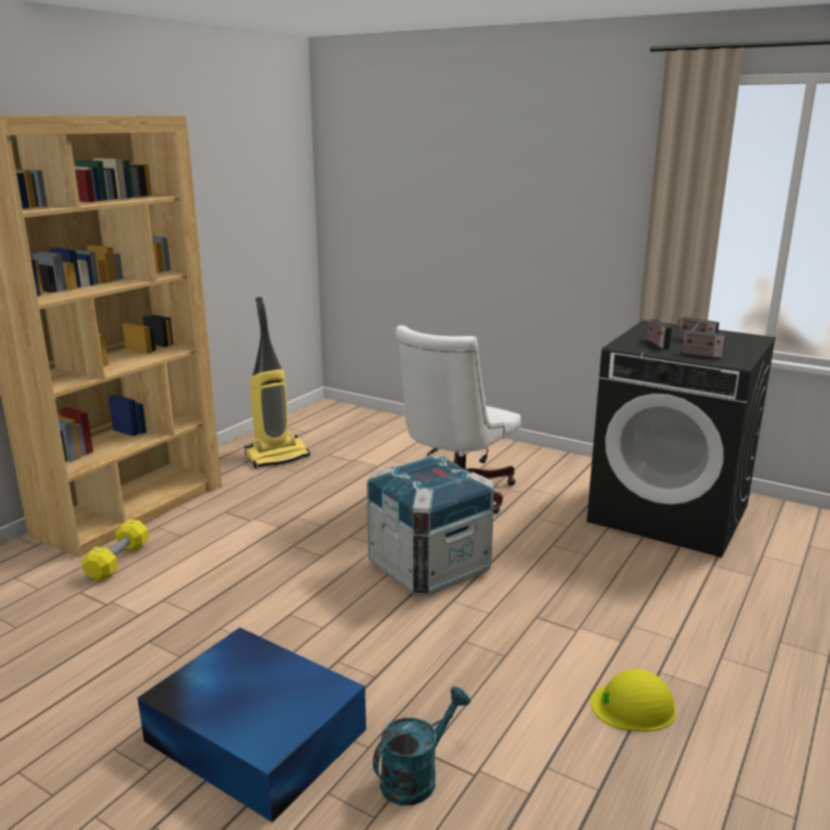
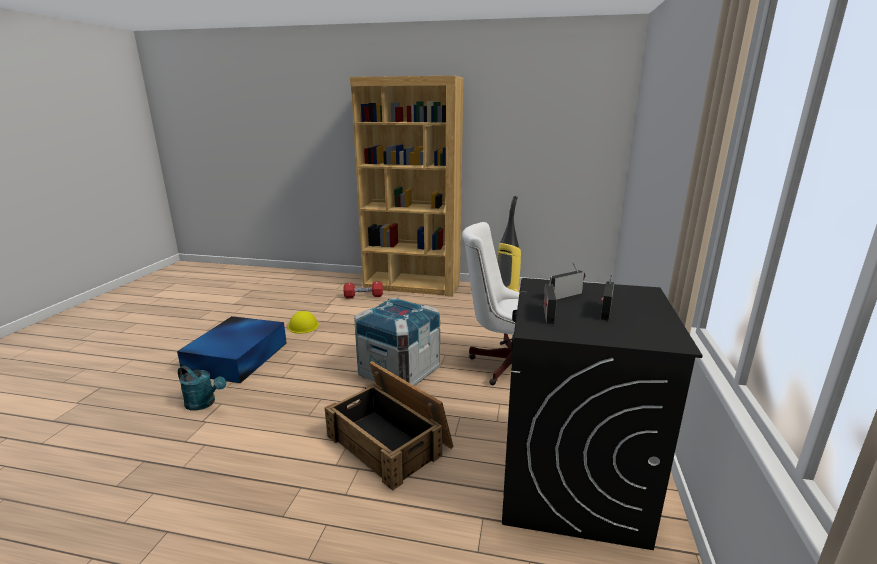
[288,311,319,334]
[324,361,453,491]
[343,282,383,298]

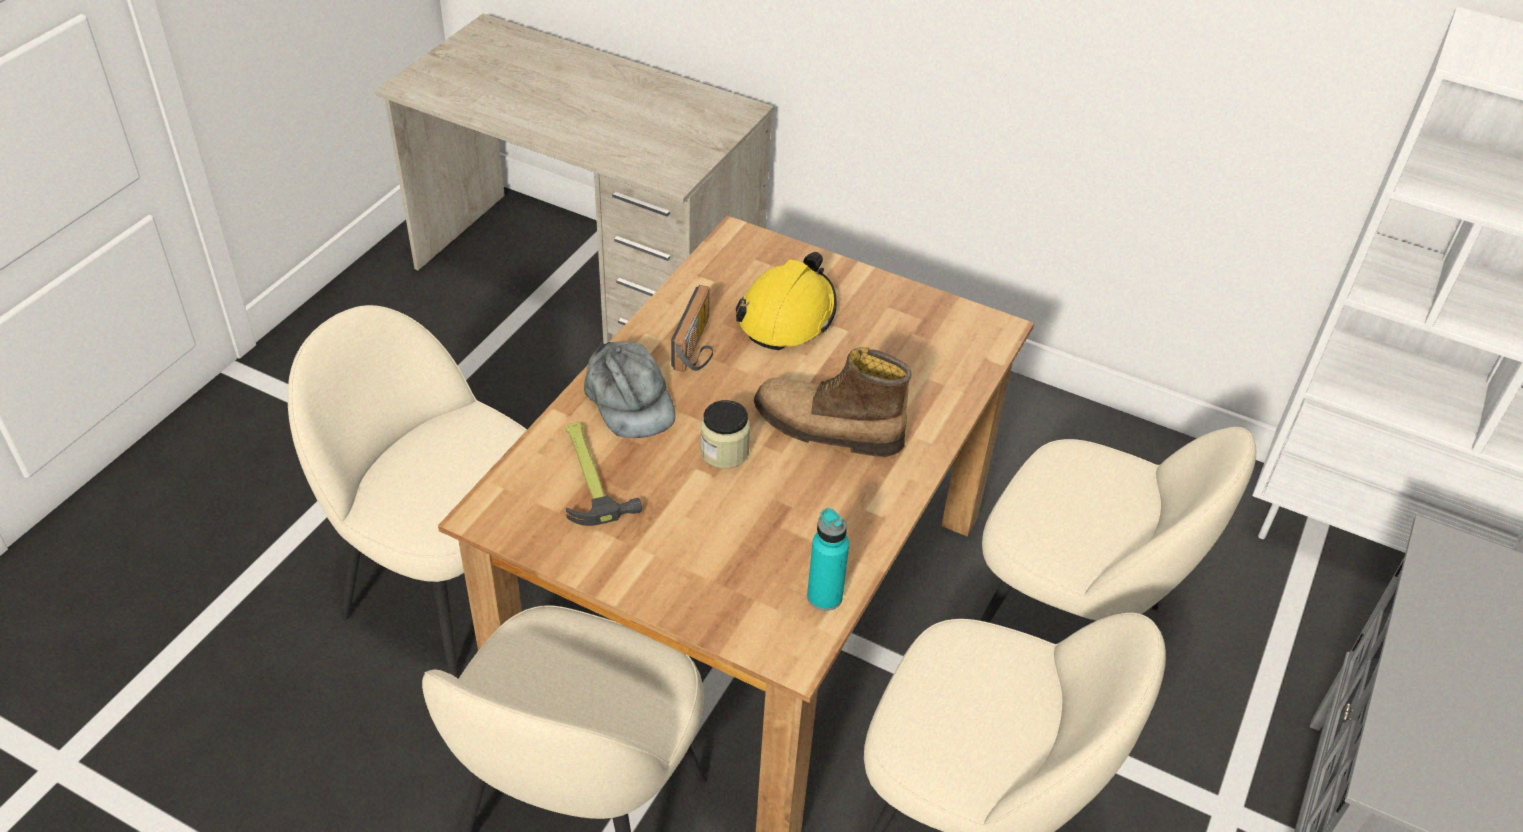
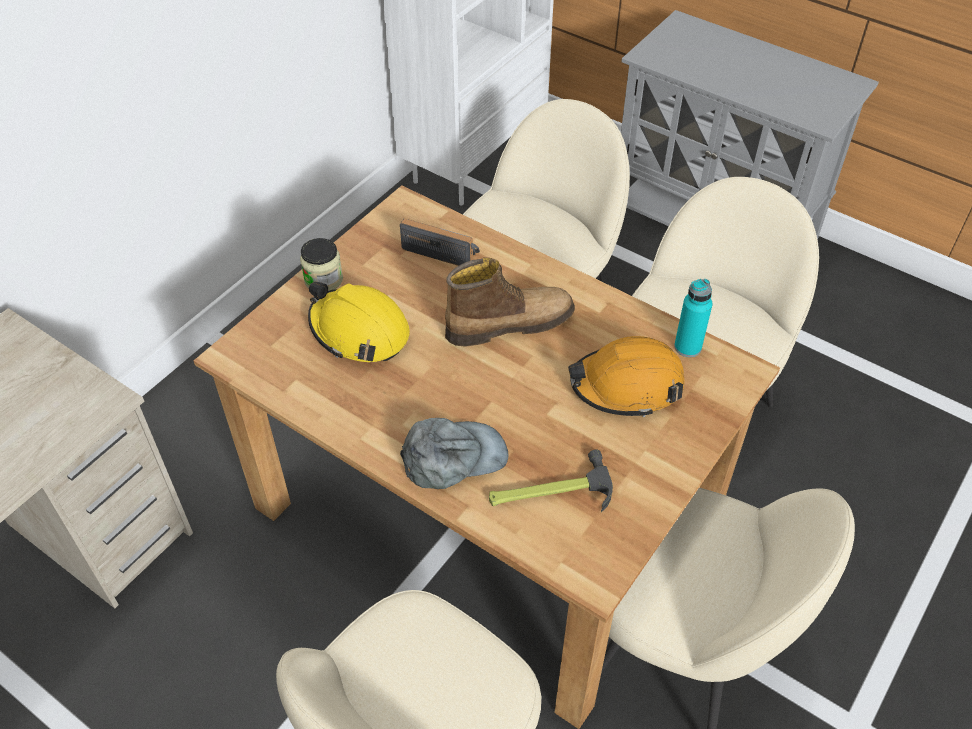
[300,238,343,291]
[400,219,480,266]
[445,257,575,347]
[568,336,685,417]

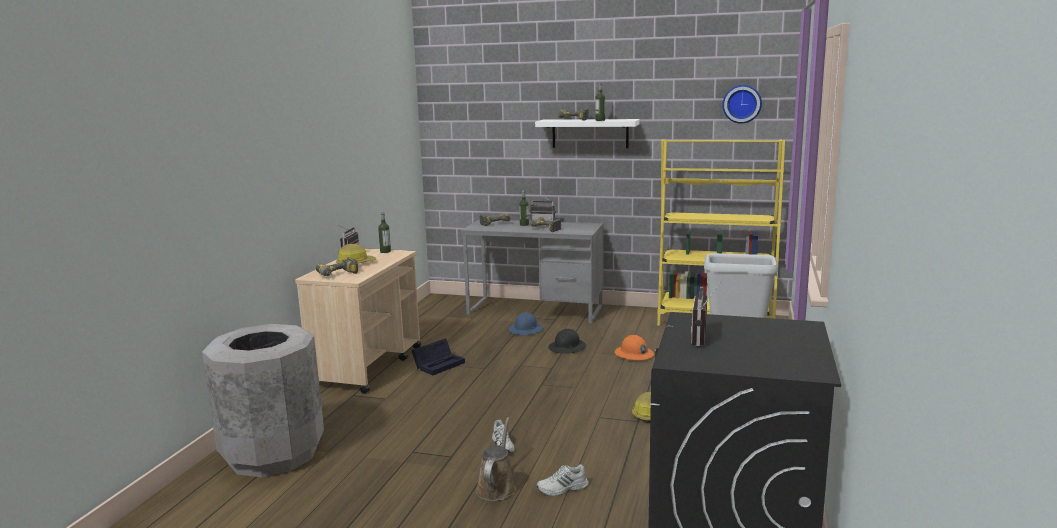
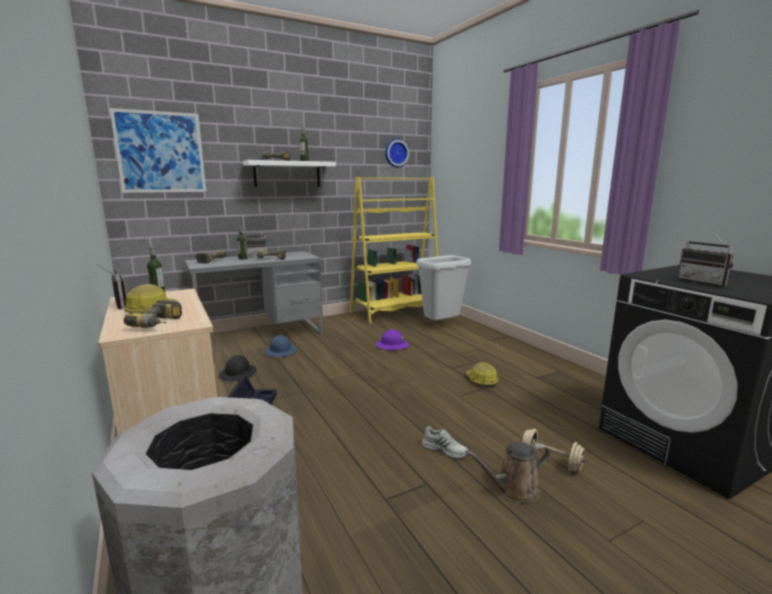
[110,108,206,193]
[219,355,257,381]
[376,330,409,350]
[466,442,550,502]
[522,429,585,472]

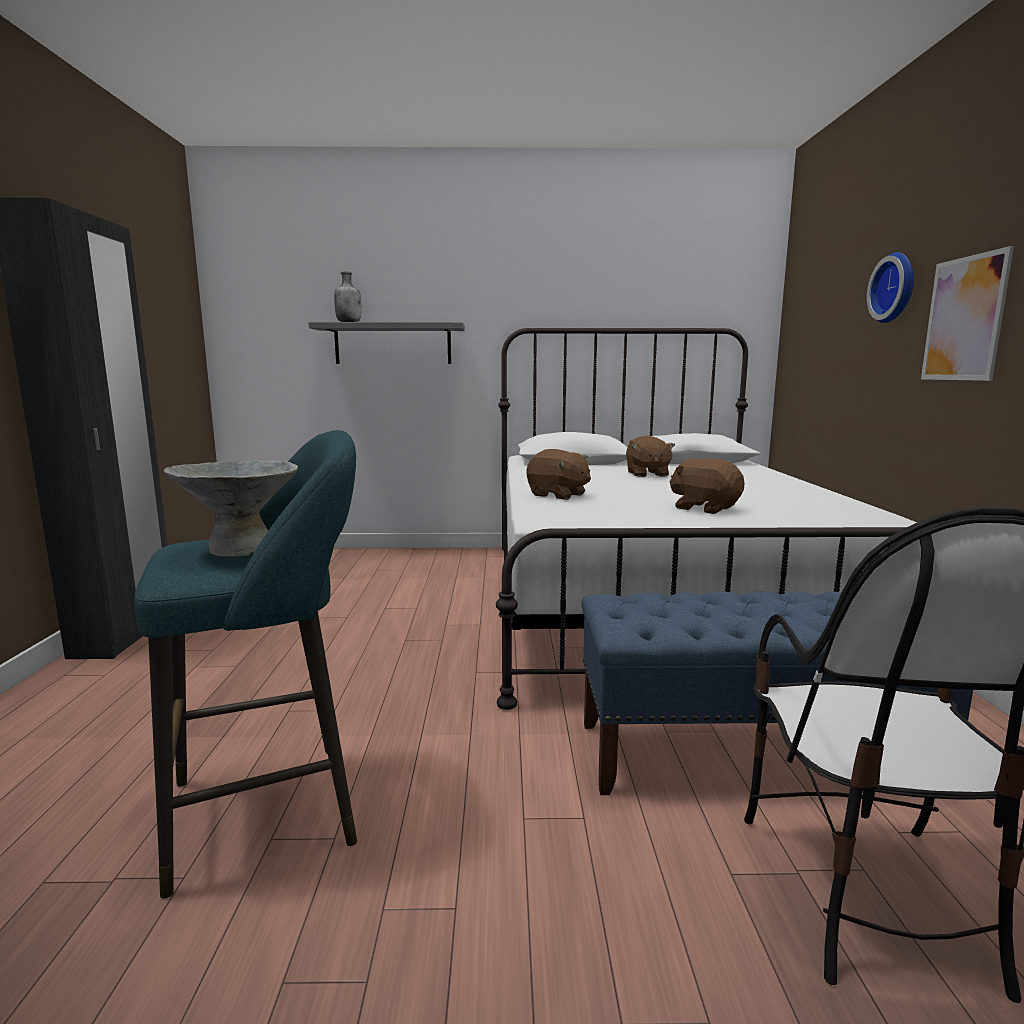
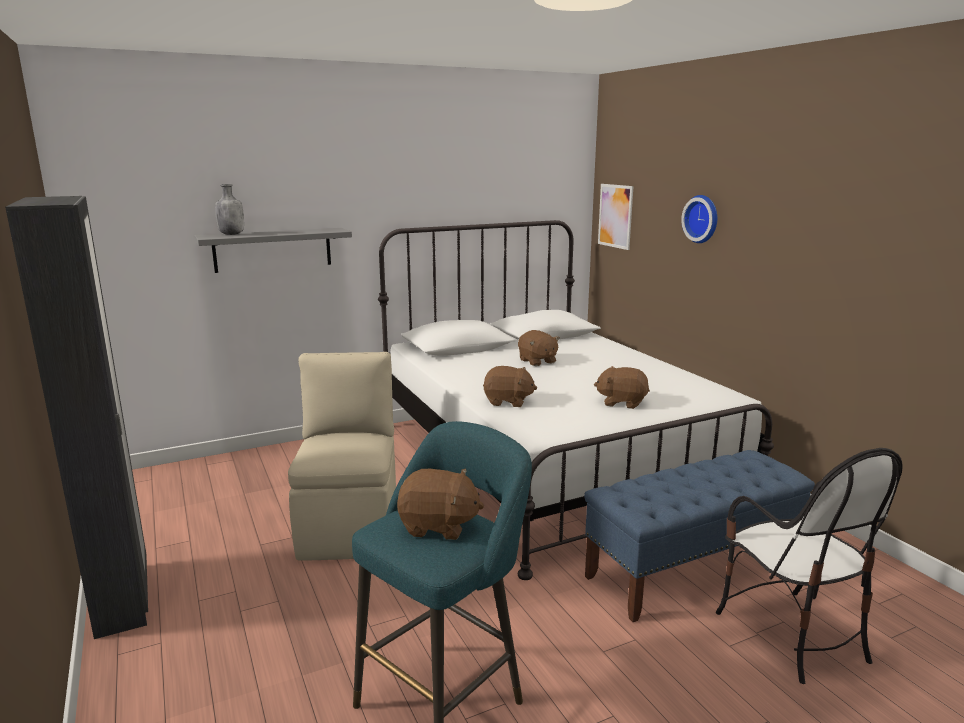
[288,352,396,561]
[397,468,484,540]
[598,184,633,250]

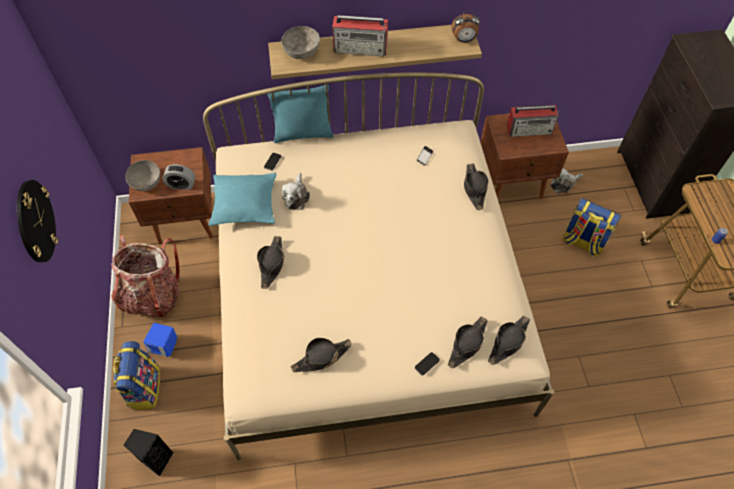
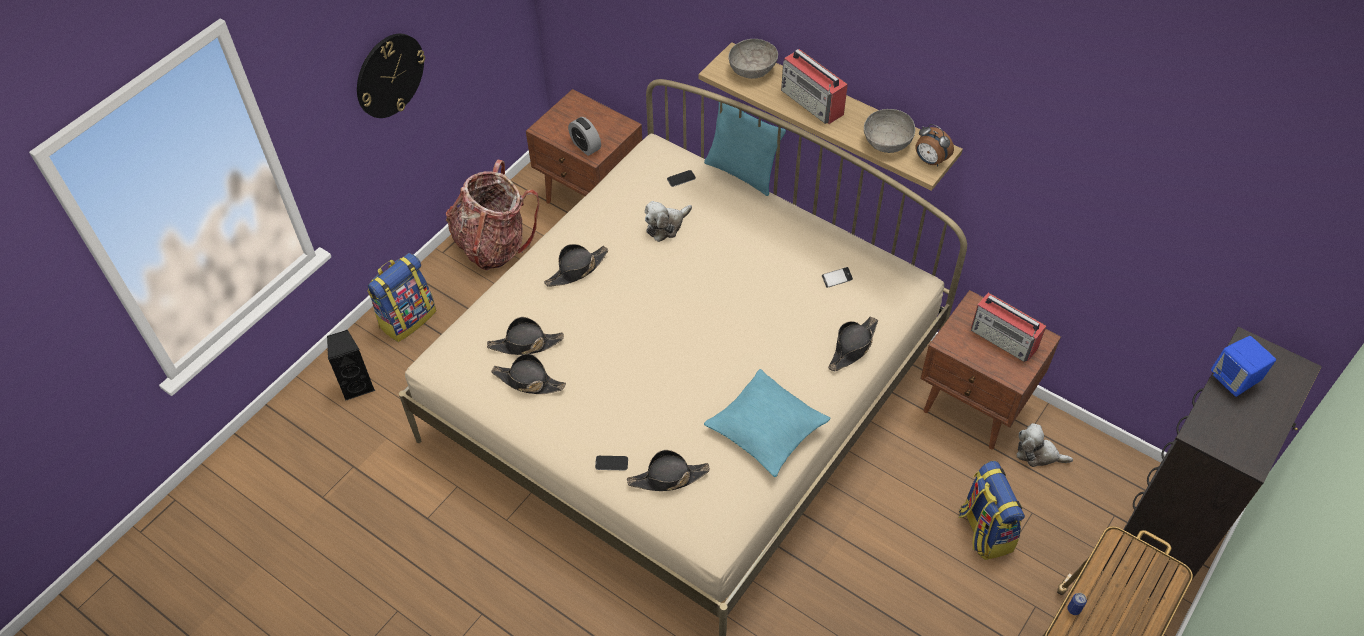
[487,317,564,355]
[704,369,830,477]
[864,109,915,153]
[1211,336,1276,397]

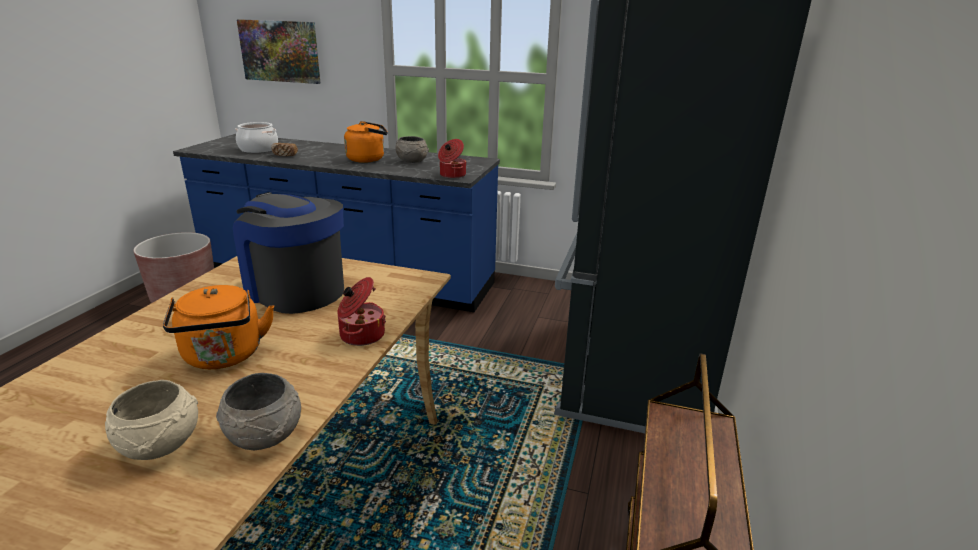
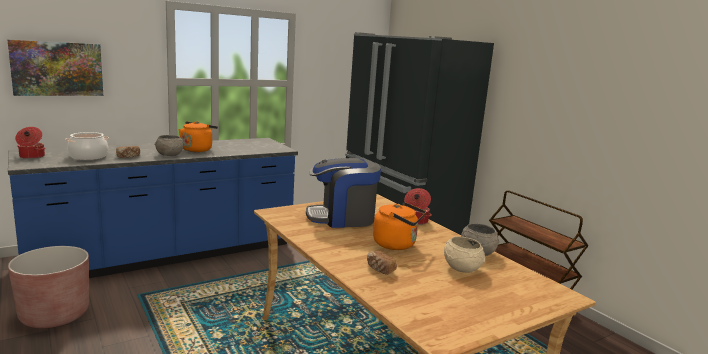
[15,127,45,159]
[155,135,183,156]
[367,251,397,275]

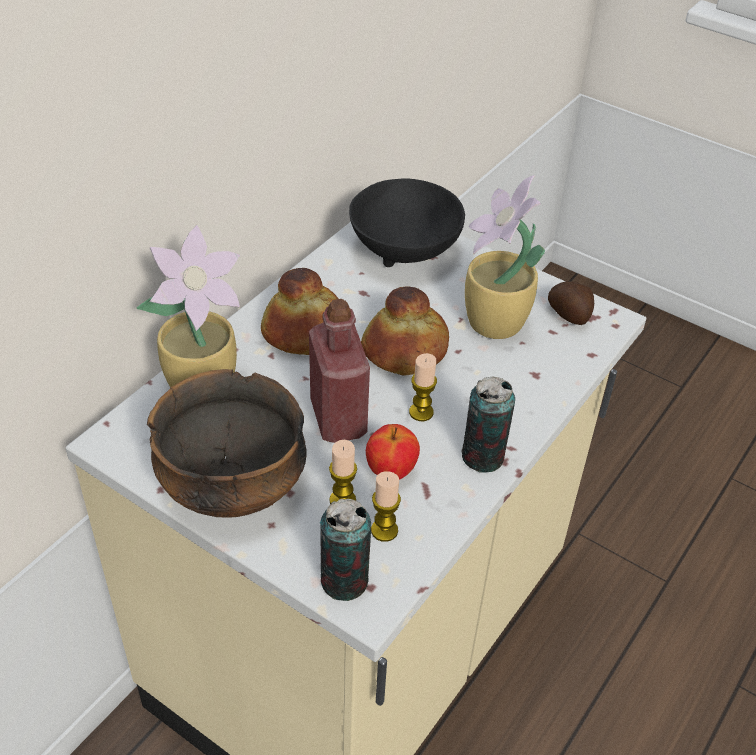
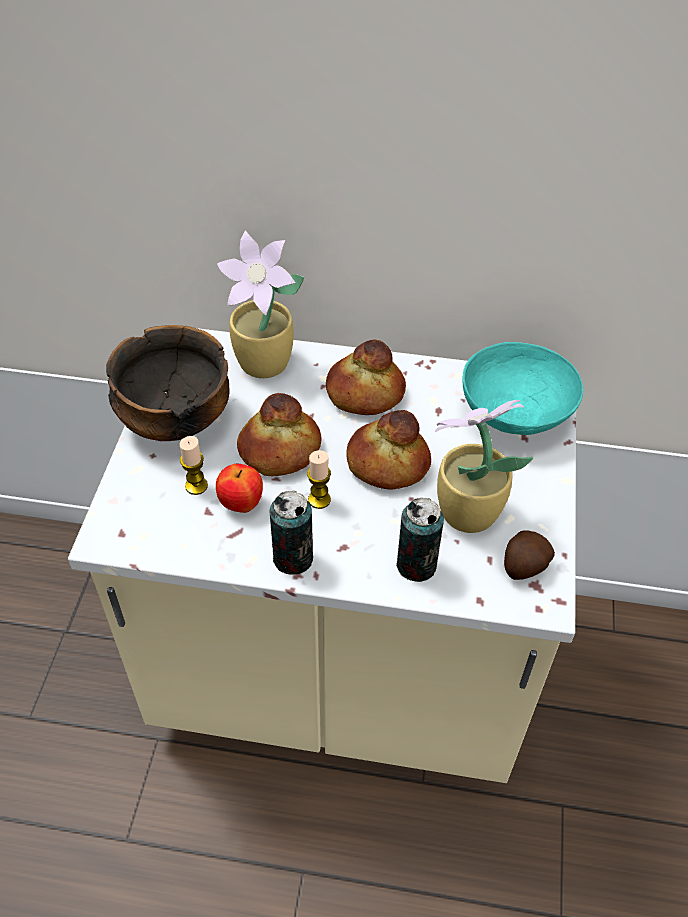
[237,393,322,476]
[396,498,444,582]
[462,342,583,435]
[371,471,401,542] (first image)

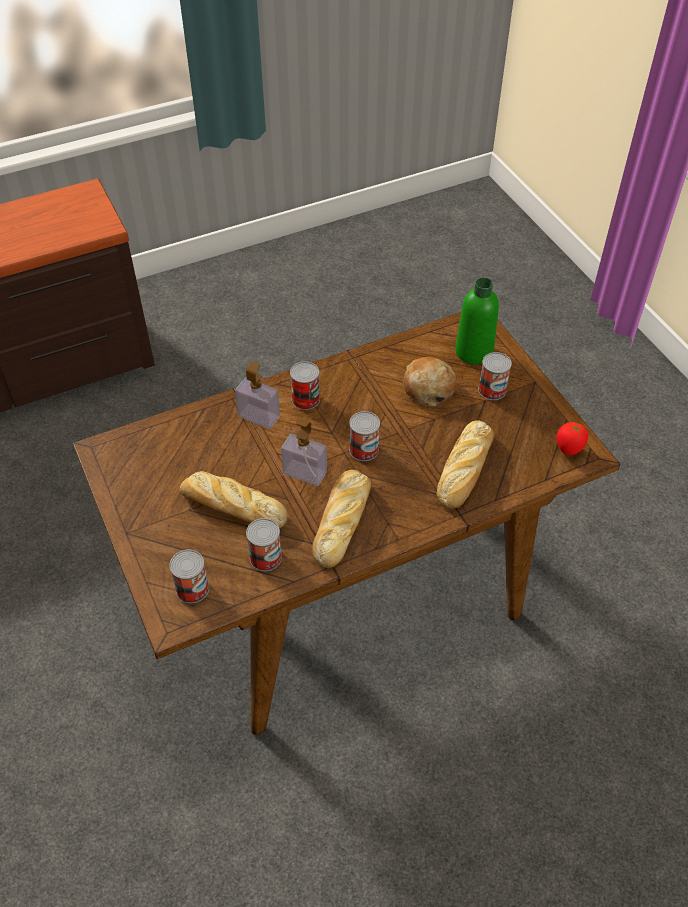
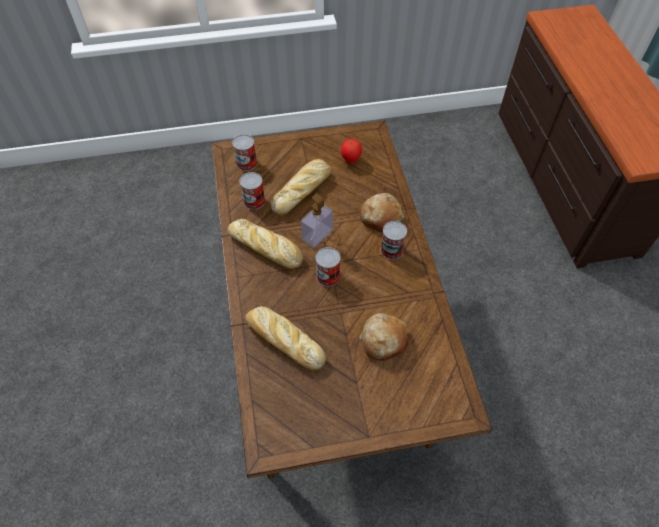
[341,139,362,163]
[360,193,404,233]
[455,278,499,364] (first image)
[478,352,512,400] (first image)

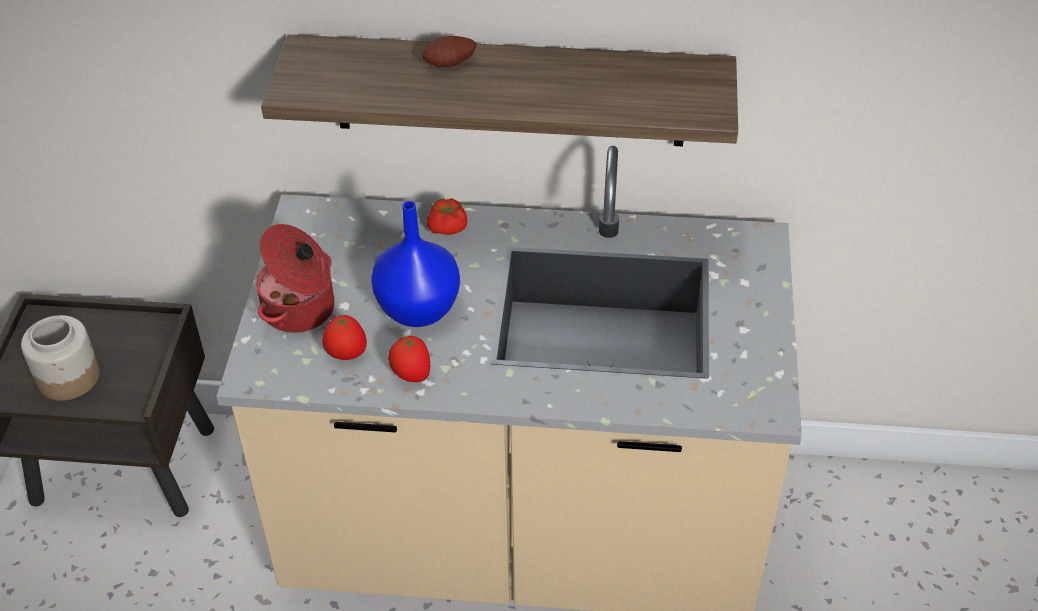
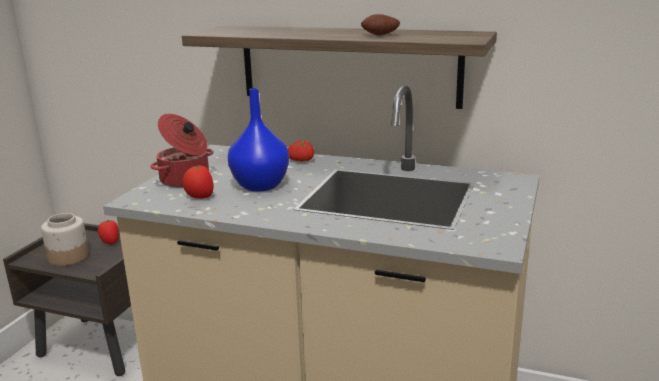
[98,220,119,245]
[361,14,400,36]

